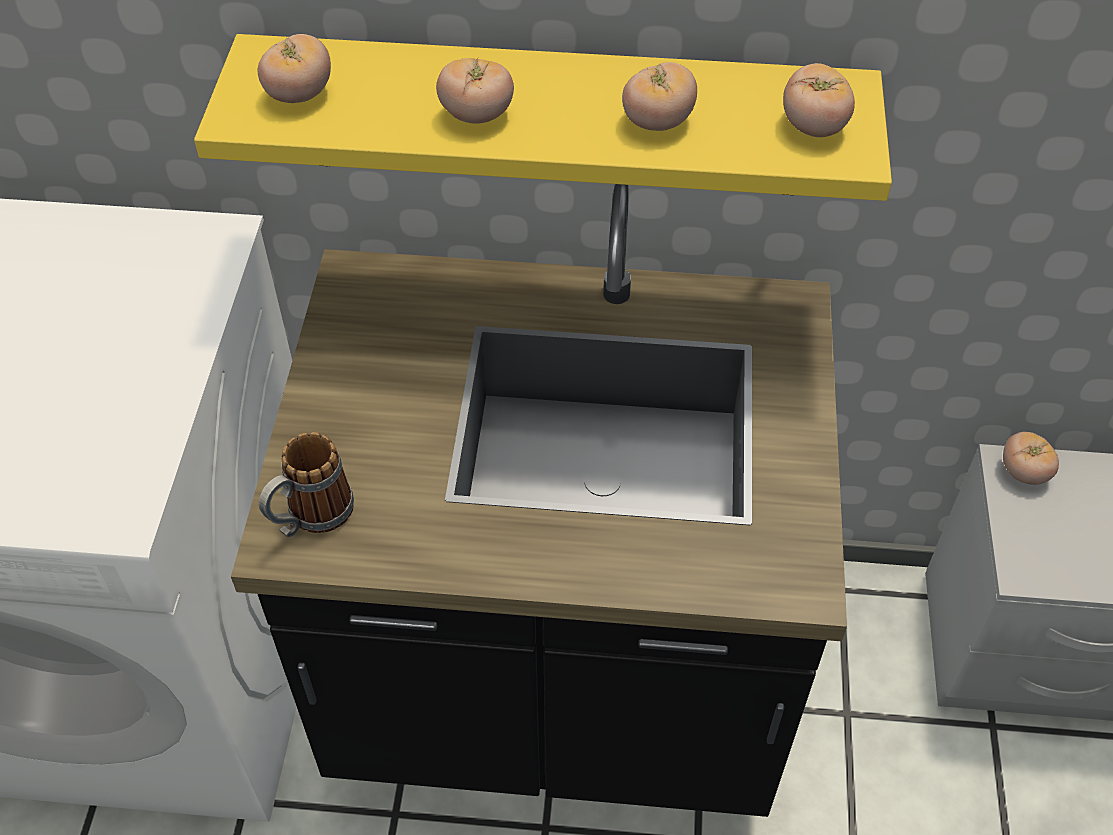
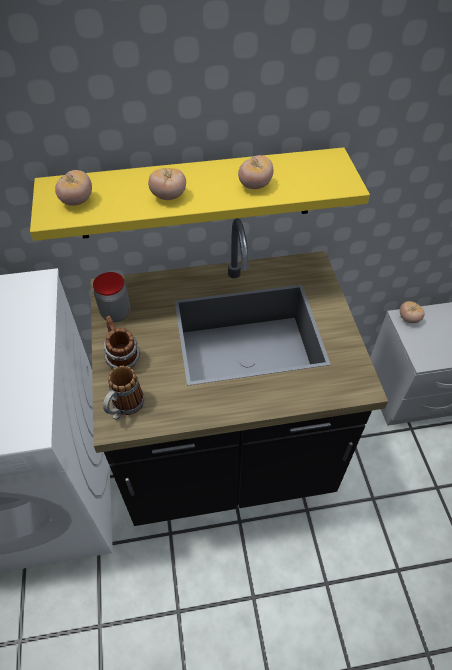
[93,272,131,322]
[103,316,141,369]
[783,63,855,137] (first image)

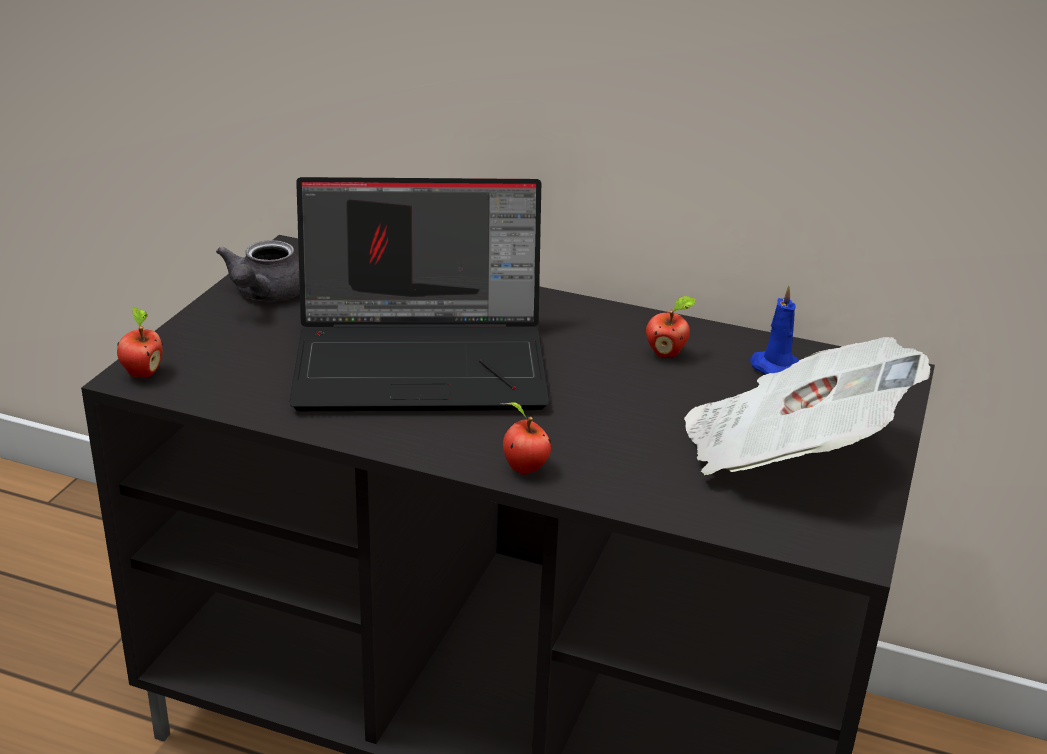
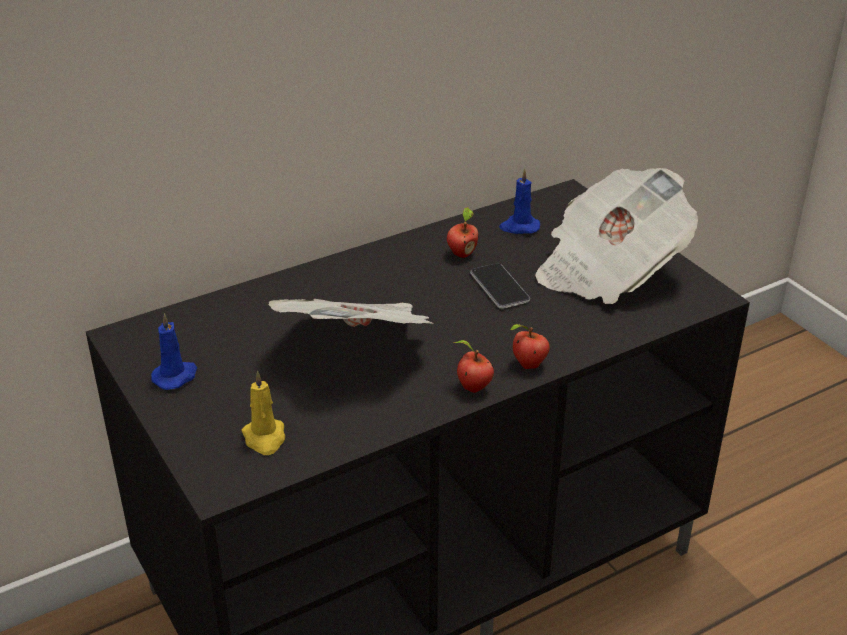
[151,313,197,390]
[241,371,285,455]
[268,299,433,327]
[453,340,494,393]
[470,263,530,309]

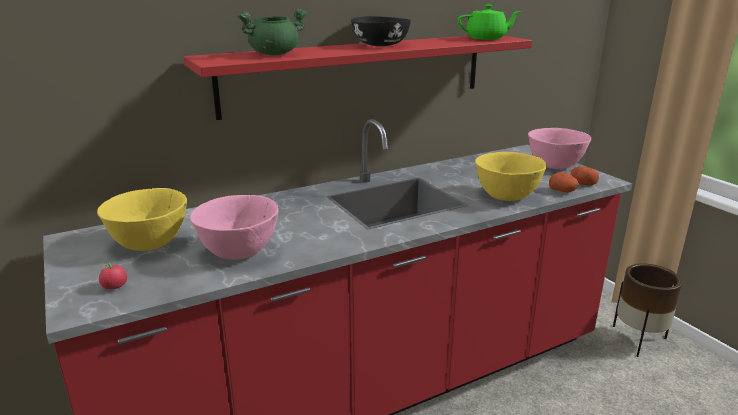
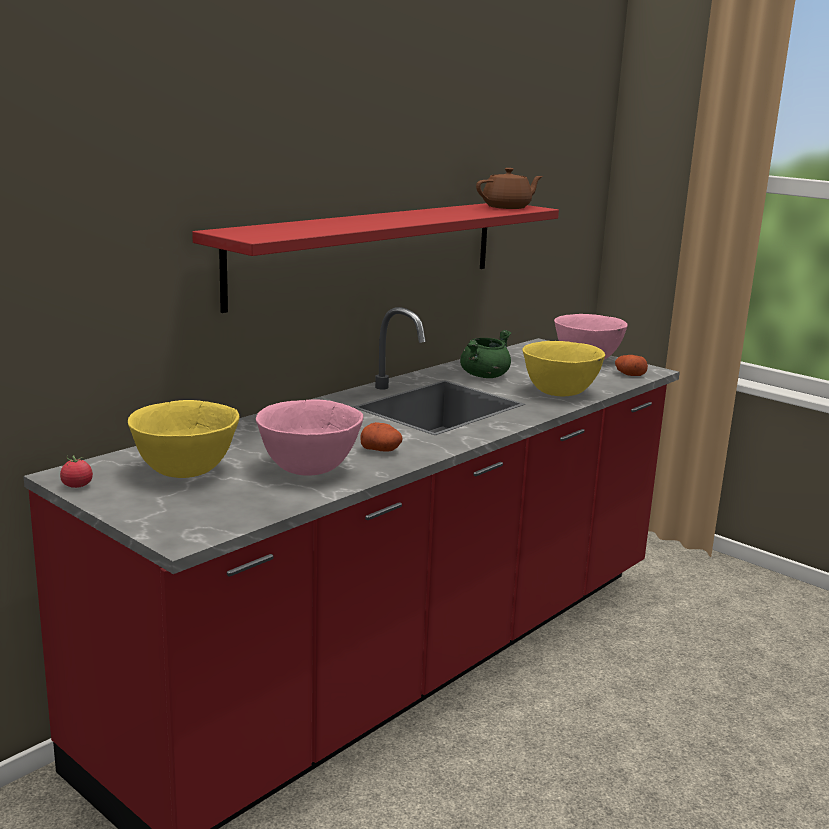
[60,455,93,488]
[360,422,403,452]
[460,330,511,378]
[476,168,543,209]
[351,16,411,46] (first image)
[613,263,682,357] (first image)

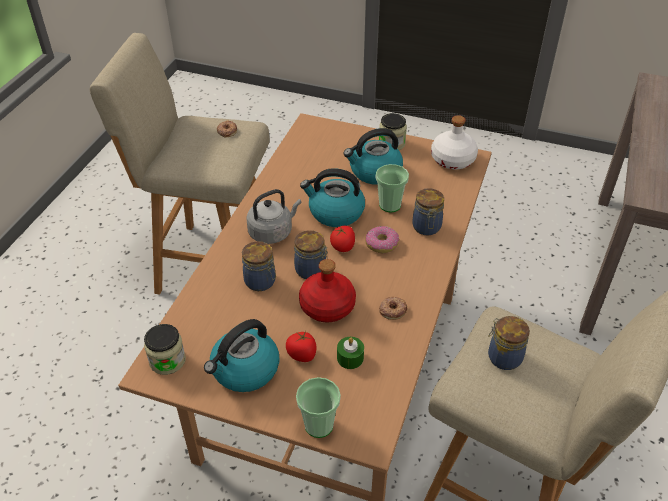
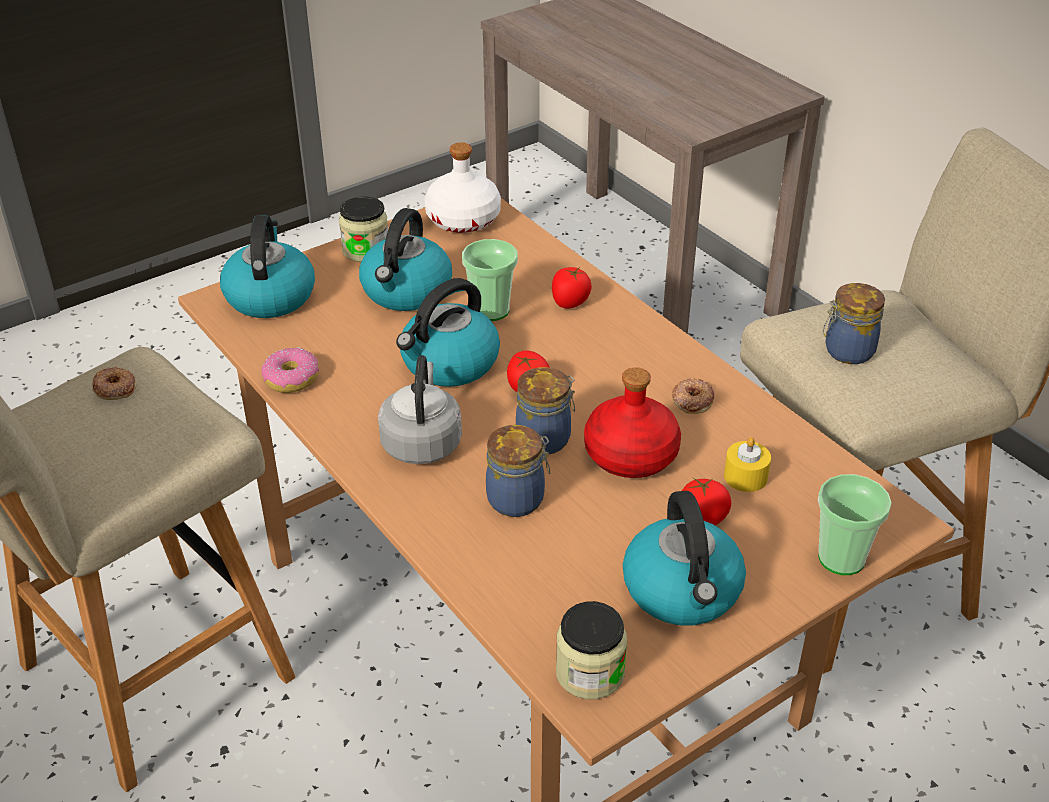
[220,215,315,318]
[261,348,319,393]
[552,267,592,309]
[724,437,771,492]

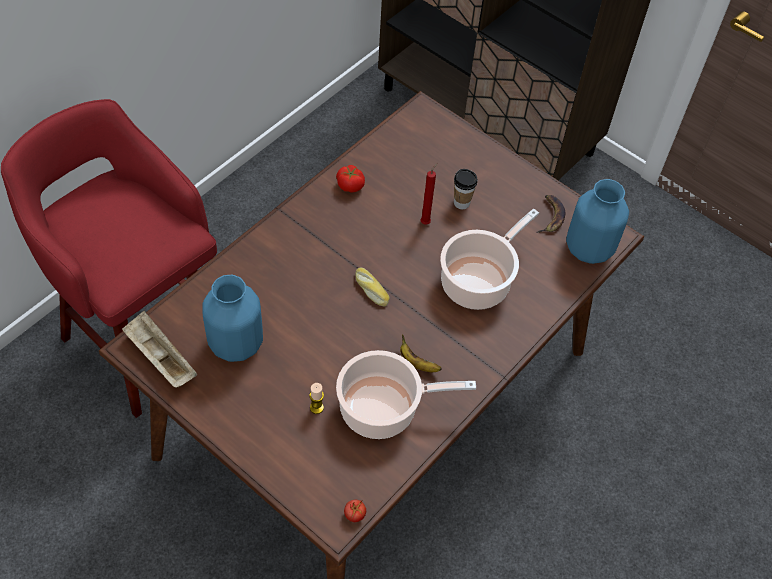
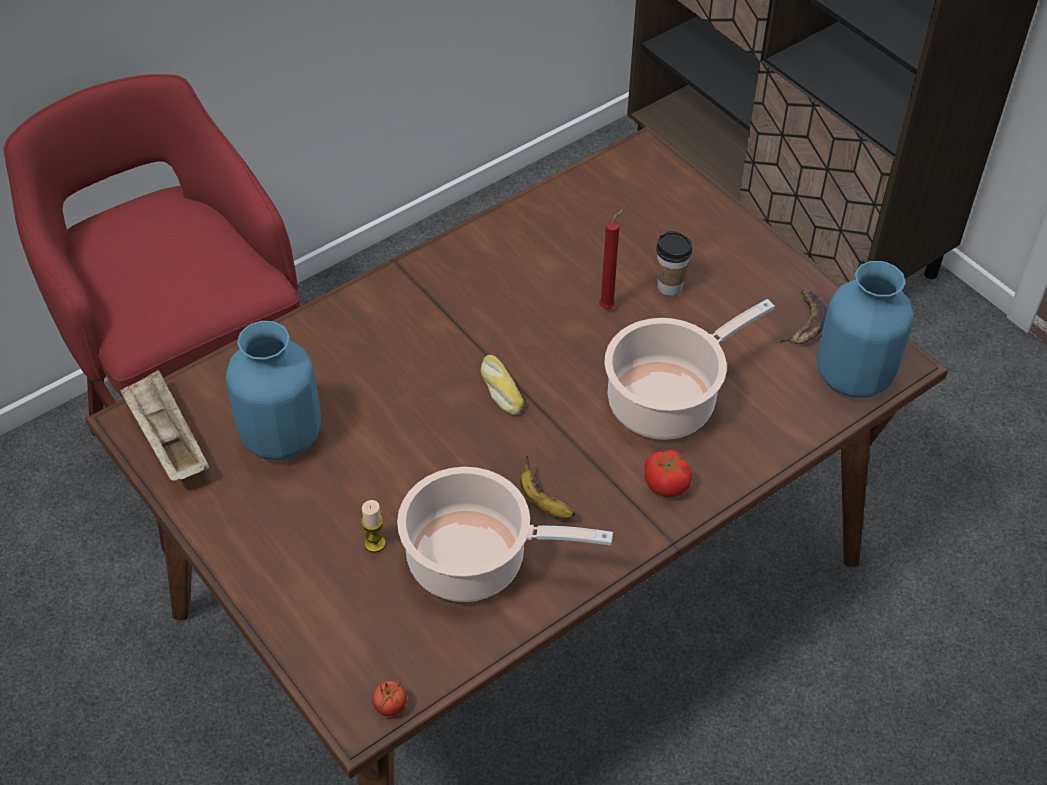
[644,449,692,497]

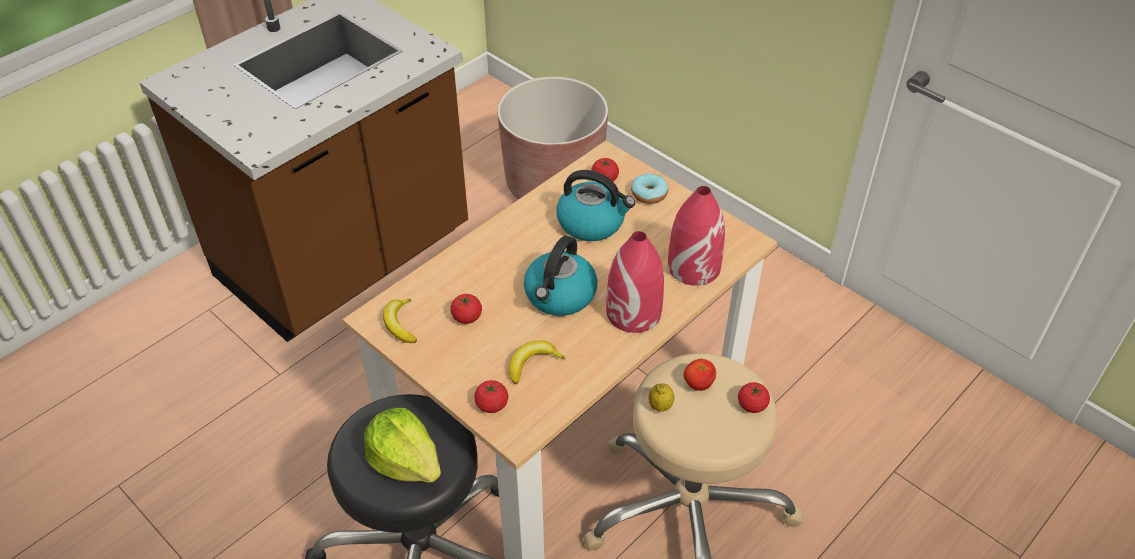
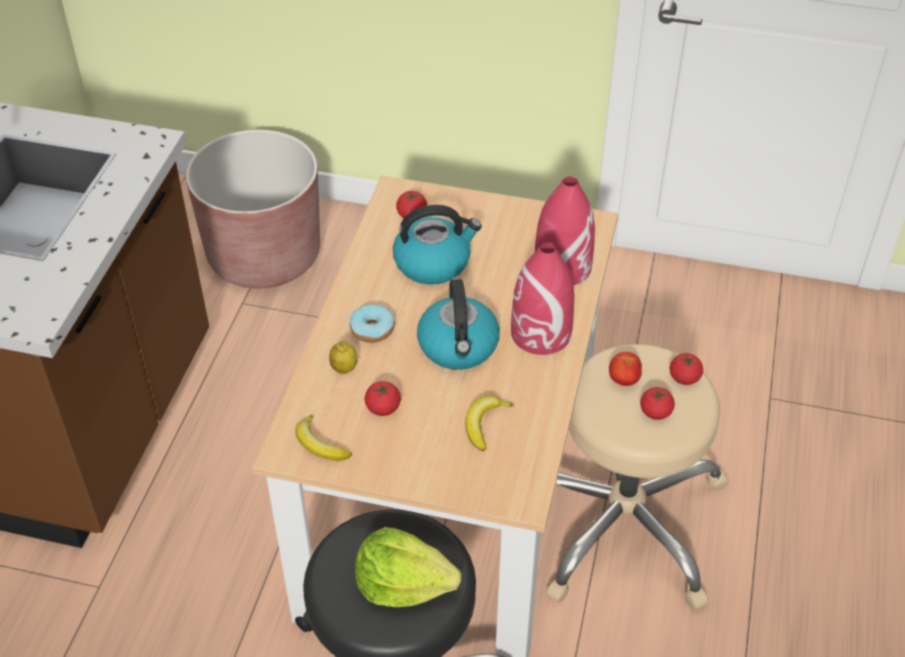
[329,341,357,373]
[350,304,395,343]
[640,387,675,420]

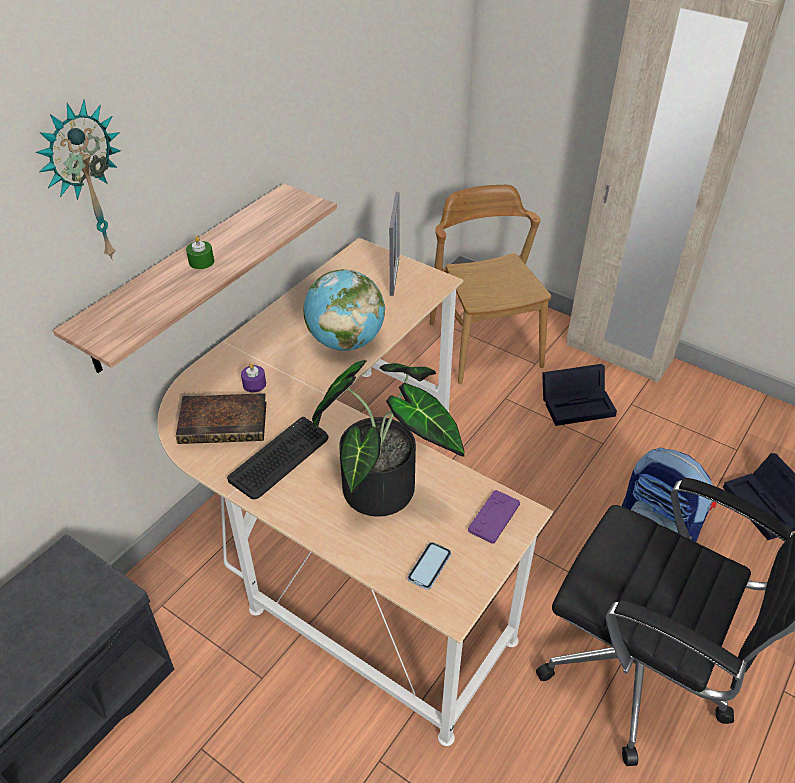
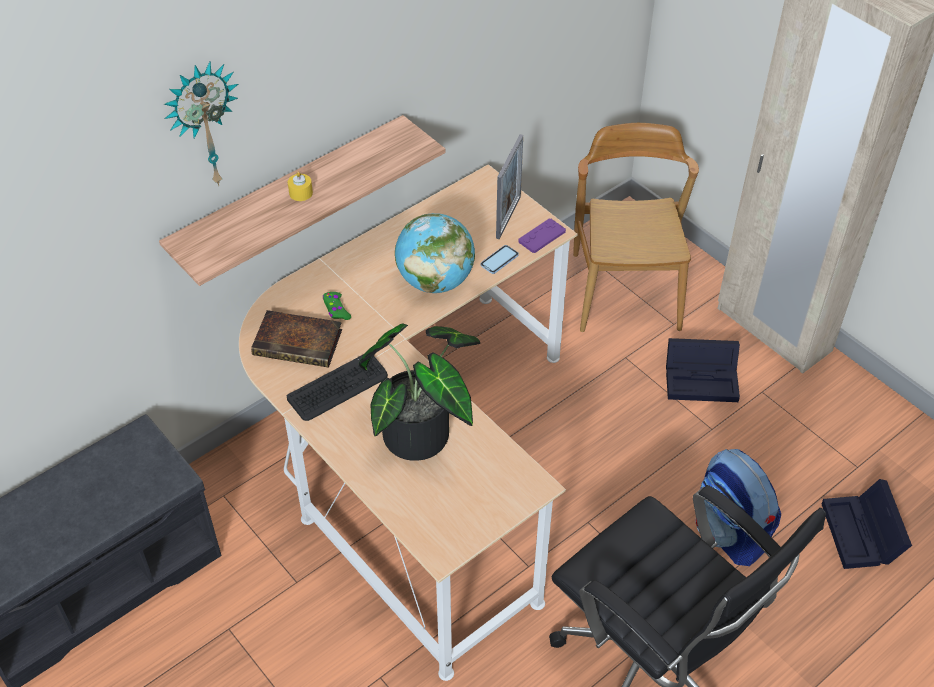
[288,171,313,201]
[323,292,351,320]
[480,245,519,274]
[518,218,566,253]

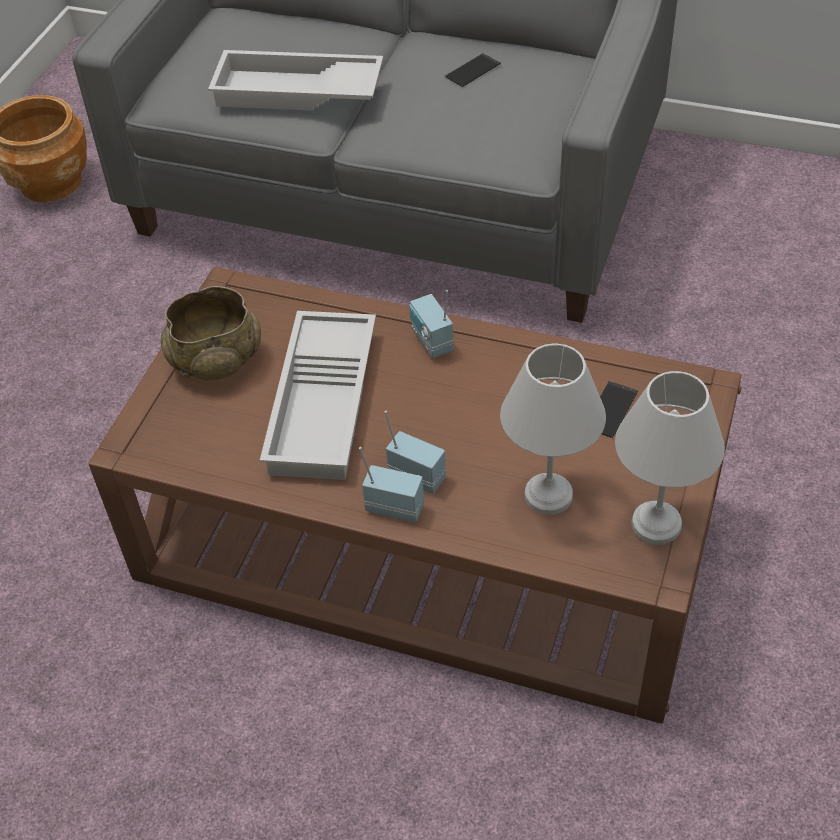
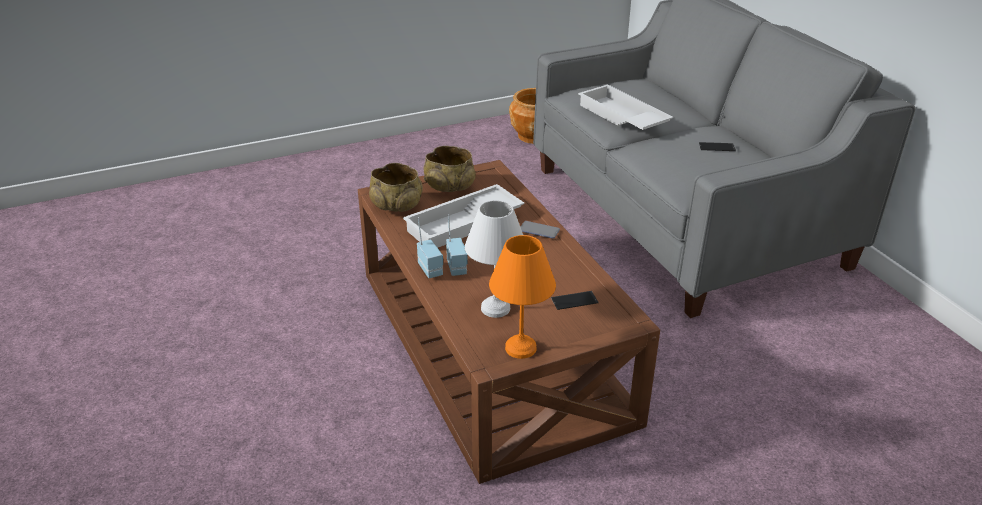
[369,163,423,212]
[489,235,556,359]
[520,221,560,239]

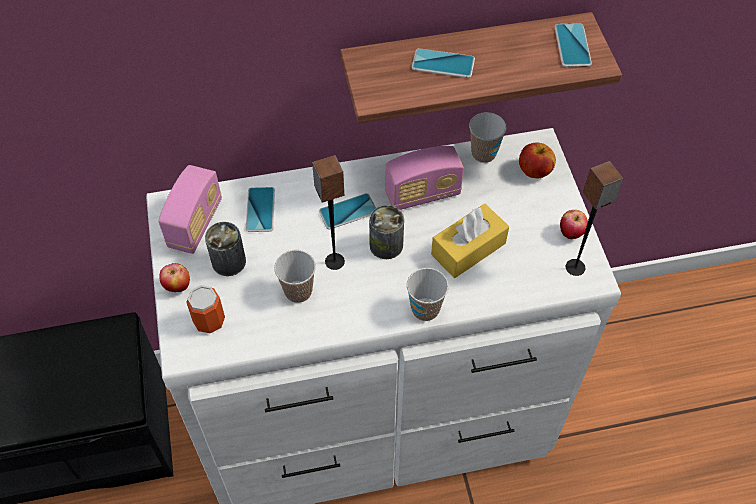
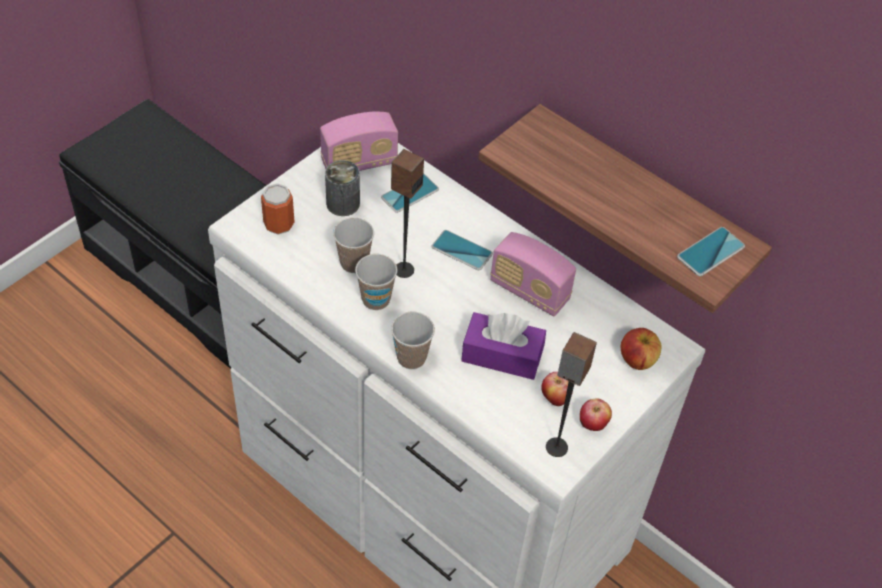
[355,254,397,310]
[461,312,546,380]
[541,372,573,406]
[369,205,404,259] (first image)
[412,48,475,78] (first image)

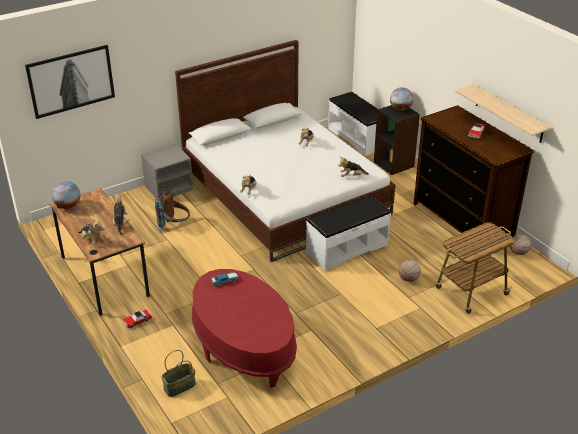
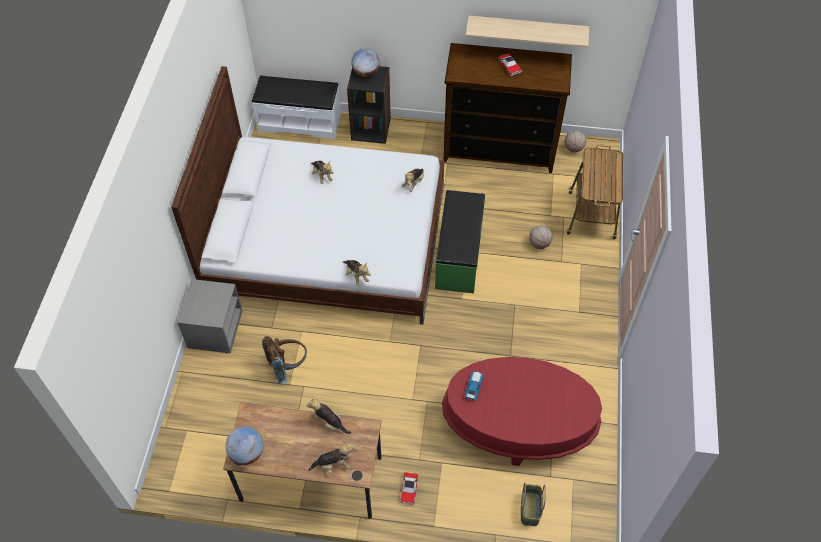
[435,190,485,293]
[25,45,115,119] (first image)

